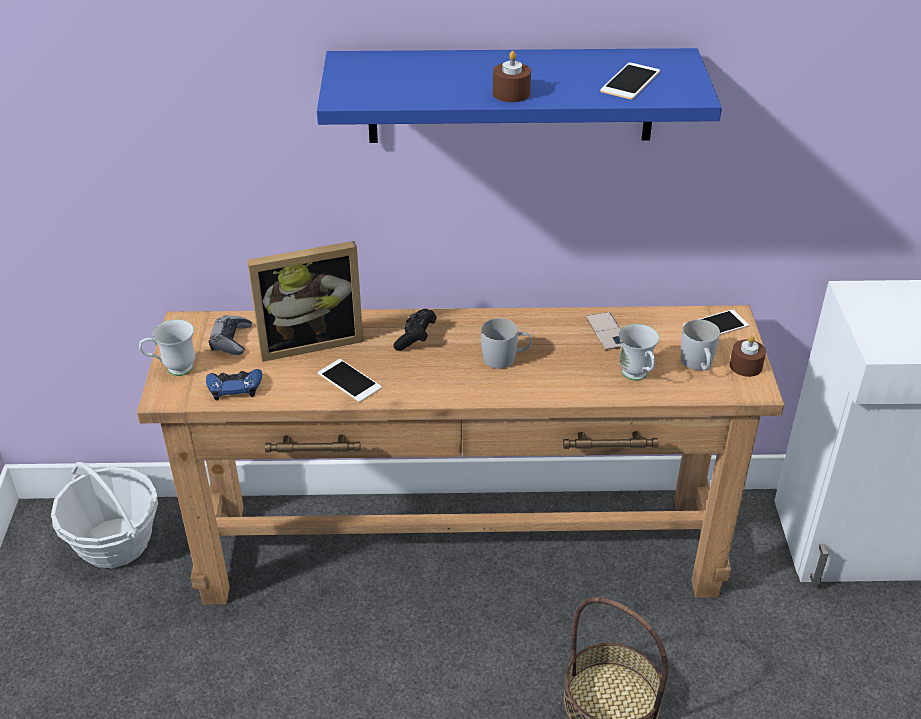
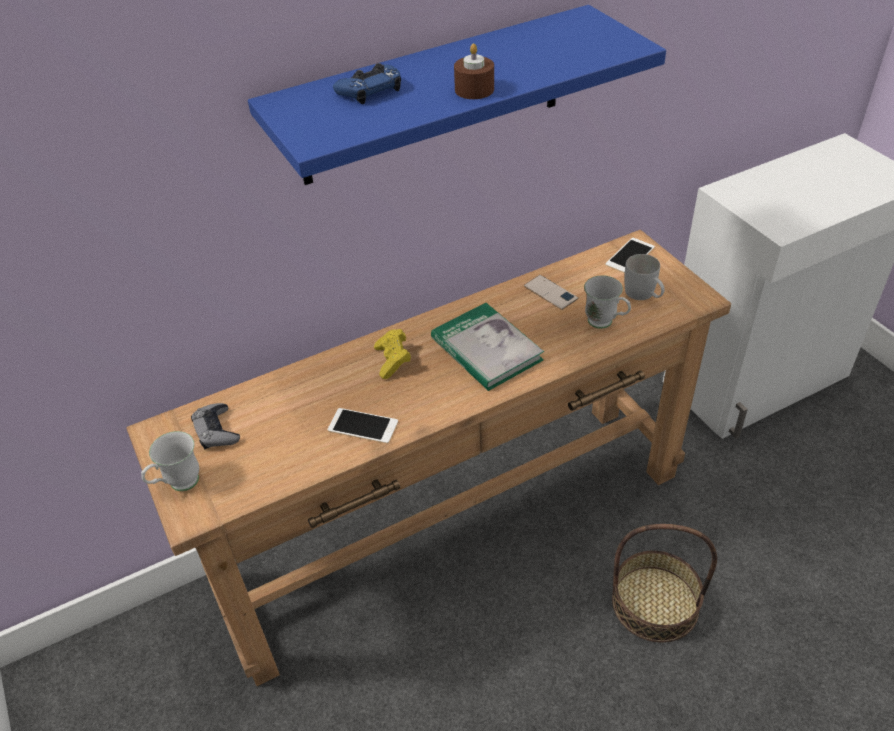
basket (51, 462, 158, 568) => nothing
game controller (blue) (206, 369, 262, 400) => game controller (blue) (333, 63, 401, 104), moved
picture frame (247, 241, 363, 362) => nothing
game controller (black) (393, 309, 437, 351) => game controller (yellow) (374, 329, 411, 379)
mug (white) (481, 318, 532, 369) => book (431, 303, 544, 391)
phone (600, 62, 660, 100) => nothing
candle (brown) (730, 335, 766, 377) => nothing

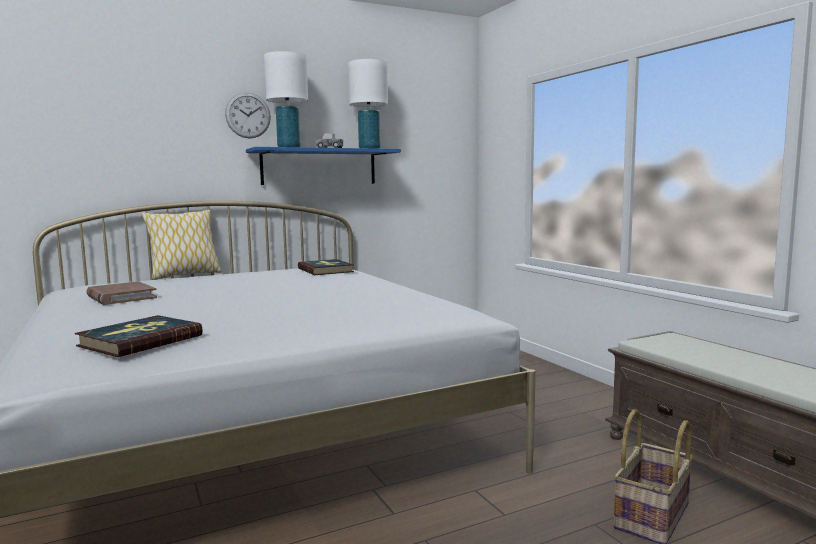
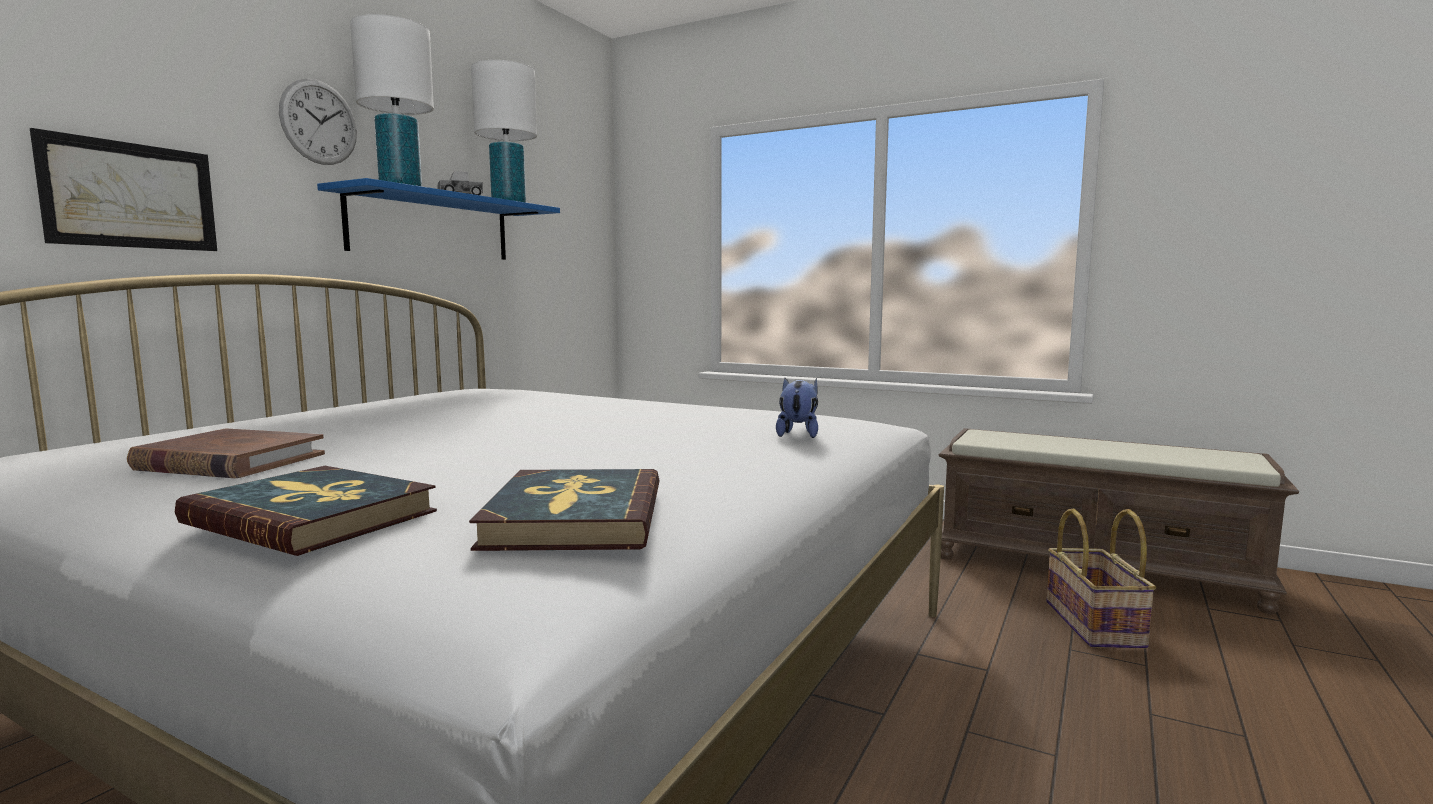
pillow (141, 210, 222, 280) => nothing
book (298, 259, 354, 275) => book (175, 466, 437, 556), moved
nothing => picture (30, 128, 217, 251)
nothing => plush toy (776, 378, 818, 438)

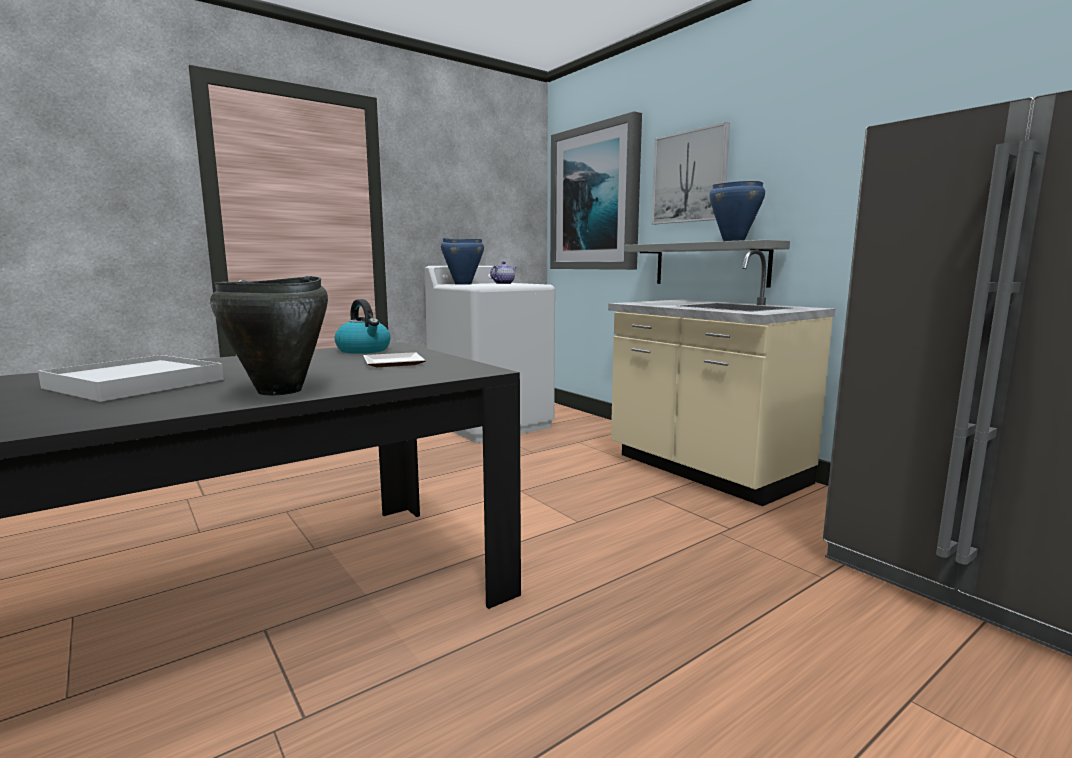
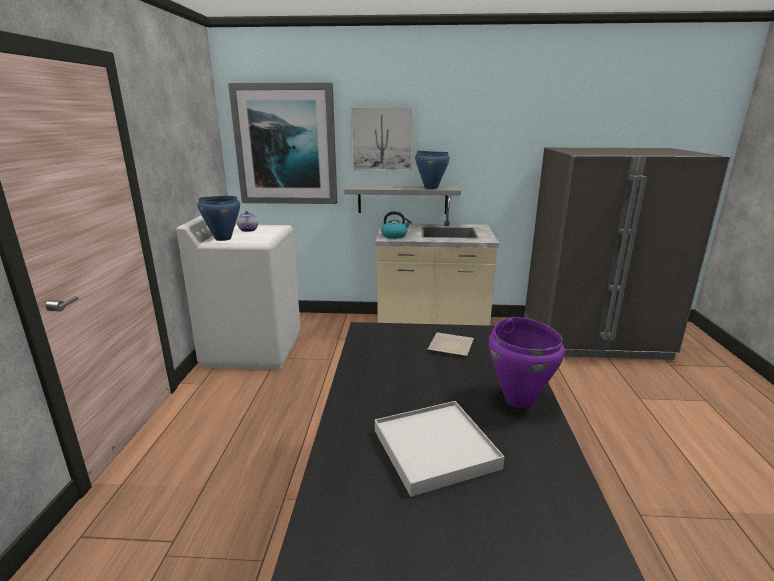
cooking pot (black) (210, 276, 328, 396) => cooking pot (purple) (489, 317, 565, 408)
kettle (335, 299, 390, 354) => kettle (381, 211, 412, 239), moved

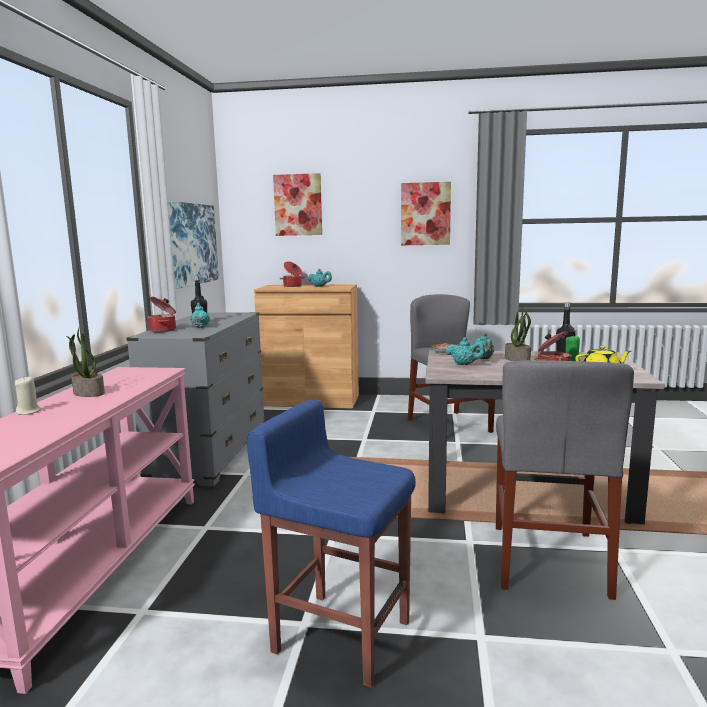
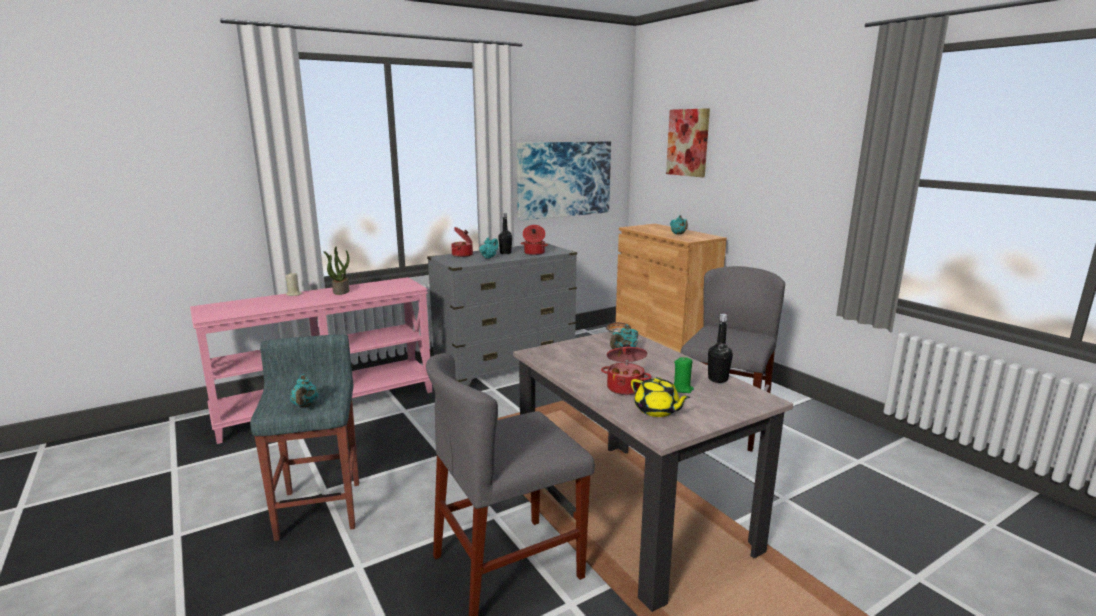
stool (blue) (247, 400, 416, 688) => stool (grey) (250, 334, 359, 541)
cooking pot (280, 261, 305, 287) => cooking pot (521, 225, 548, 255), moved
picture (401, 182, 451, 245) => nothing
teapot (turquoise) (446, 337, 485, 365) => teapot (turquoise) (290, 374, 318, 407), moved
potted plant (505, 306, 531, 361) => nothing

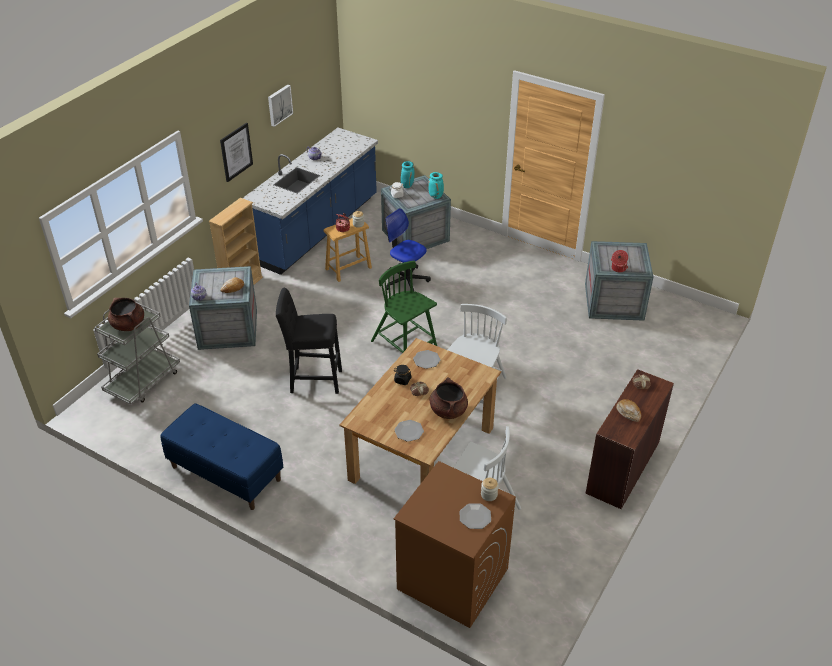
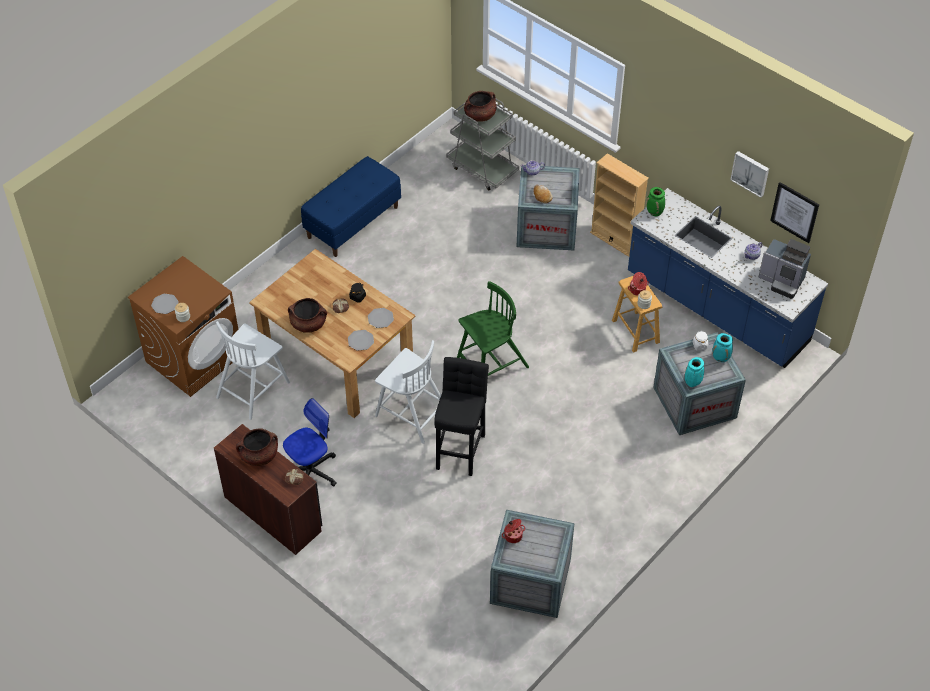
picture (220, 123, 253, 182) => picture (770, 182, 819, 243), moved
stool (black) (276, 288, 342, 394) => stool (black) (434, 357, 489, 476), moved
office chair (386, 208, 431, 291) => office chair (283, 398, 337, 486), moved
plate (394, 420, 424, 442) => plate (348, 330, 374, 351), moved
bread (616, 399, 641, 422) => cooking pot (brown) (236, 428, 278, 466)
nothing => vase (green) (647, 187, 665, 217)
nothing => coffee machine (759, 239, 811, 299)

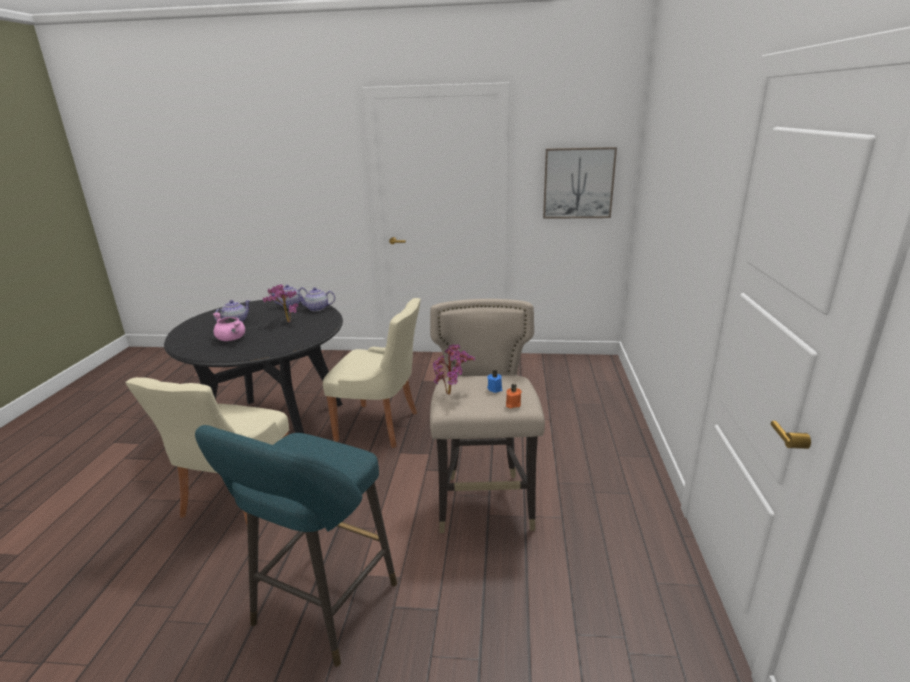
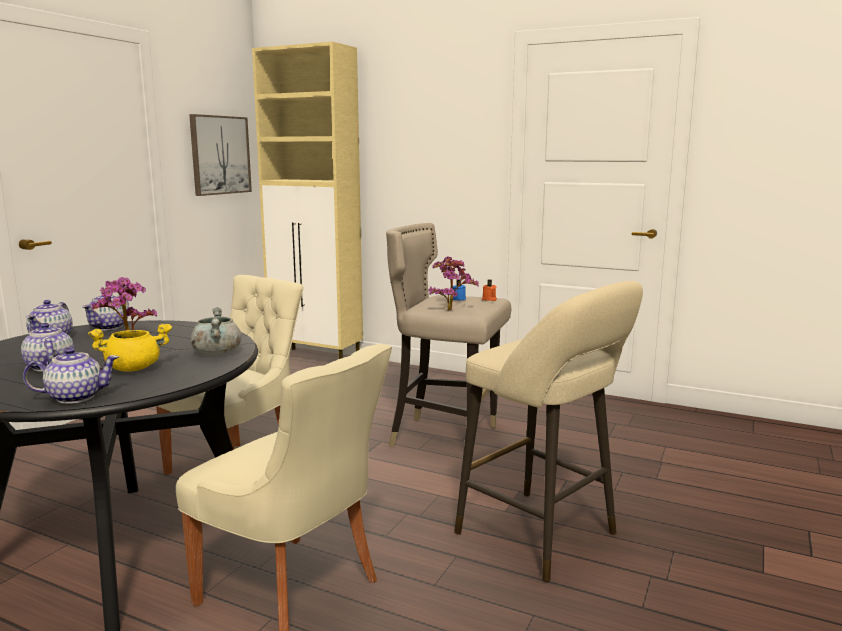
stool (turquoise) (195, 425, 397, 667) => stool (beige) (454, 281, 643, 582)
cooking pot (pink) (213, 312, 245, 341) => cooking pot (yellow) (88, 323, 172, 372)
nothing => teapot (23, 348, 119, 404)
nothing => cooking pot (grey) (191, 307, 242, 355)
nothing => cabinet (beige) (252, 42, 363, 359)

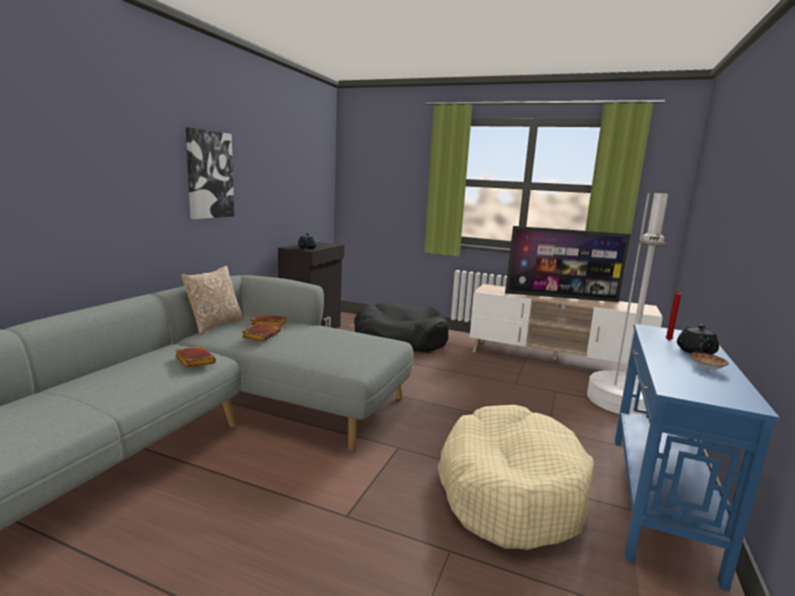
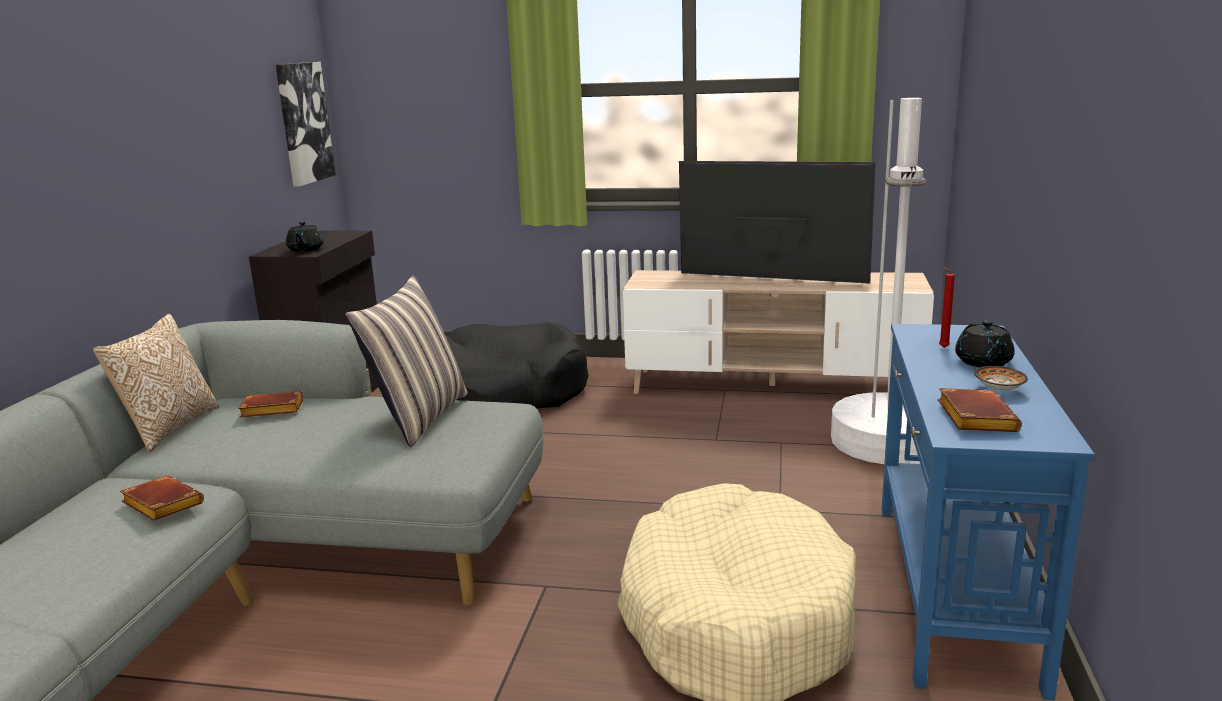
picture (186, 127, 234, 219) => picture (276, 62, 336, 187), moved
book (brown) (242, 323, 281, 341) => book (brown) (938, 388, 1022, 432), moved
television (505, 226, 631, 302) => television (679, 161, 876, 284), 150 degrees counterclockwise
nothing => pillow (345, 275, 468, 447)

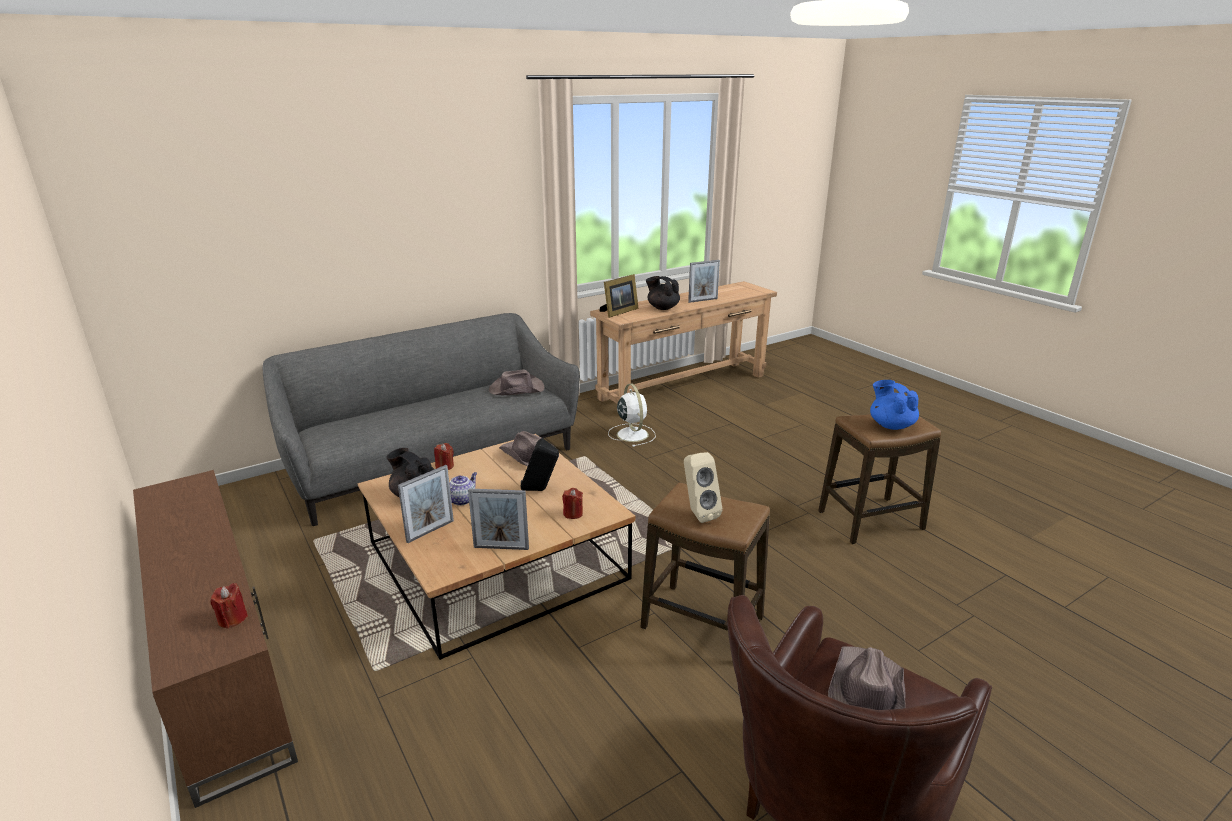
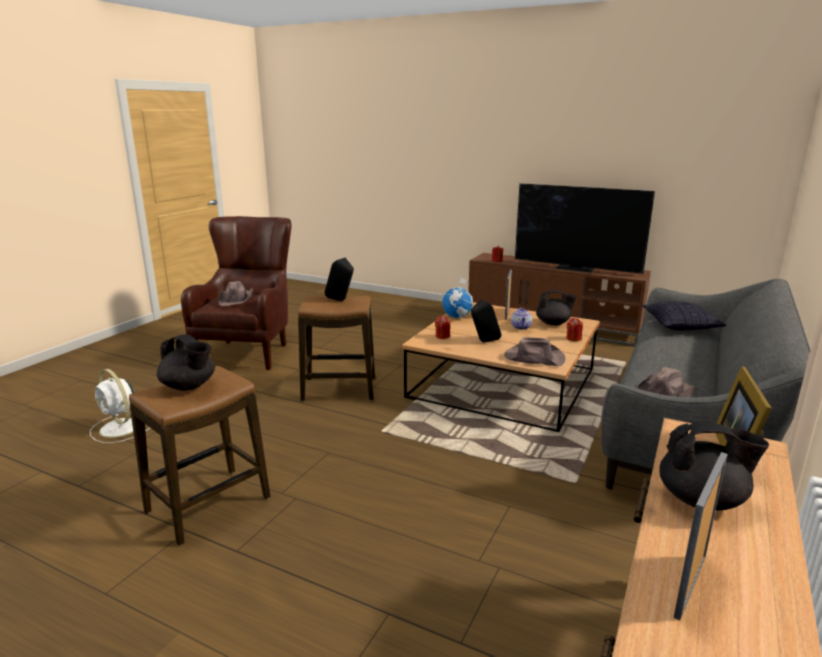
picture frame (468, 489, 529, 550) => globe (442, 277, 474, 319)
fan (white) (608, 384, 656, 447) => fan (white) (90, 369, 150, 443), moved
speaker (beige) (684, 452, 723, 523) => speaker (black) (325, 258, 354, 301)
teapot (blue) (870, 380, 919, 430) => teapot (black) (157, 334, 215, 391)
nothing => television (515, 183, 655, 274)
nothing => pillow (642, 301, 727, 330)

